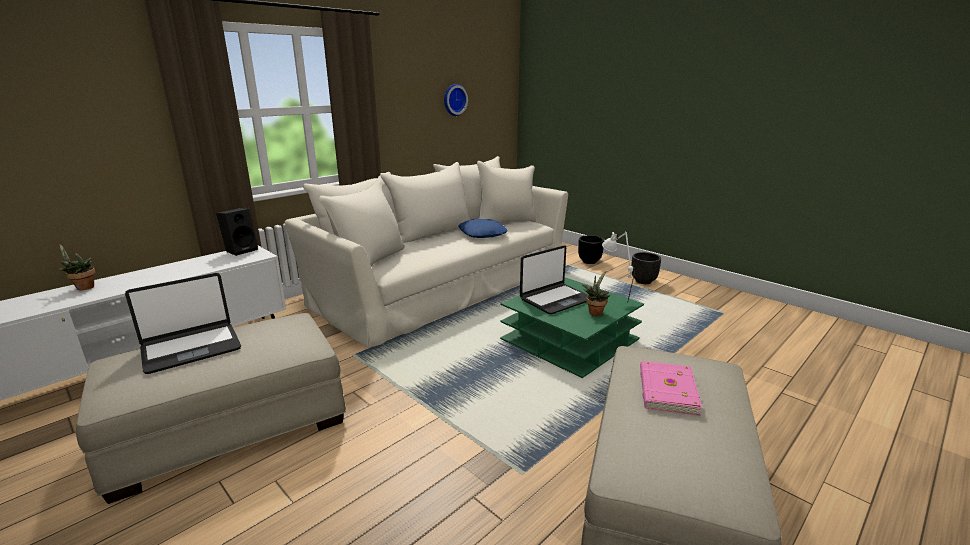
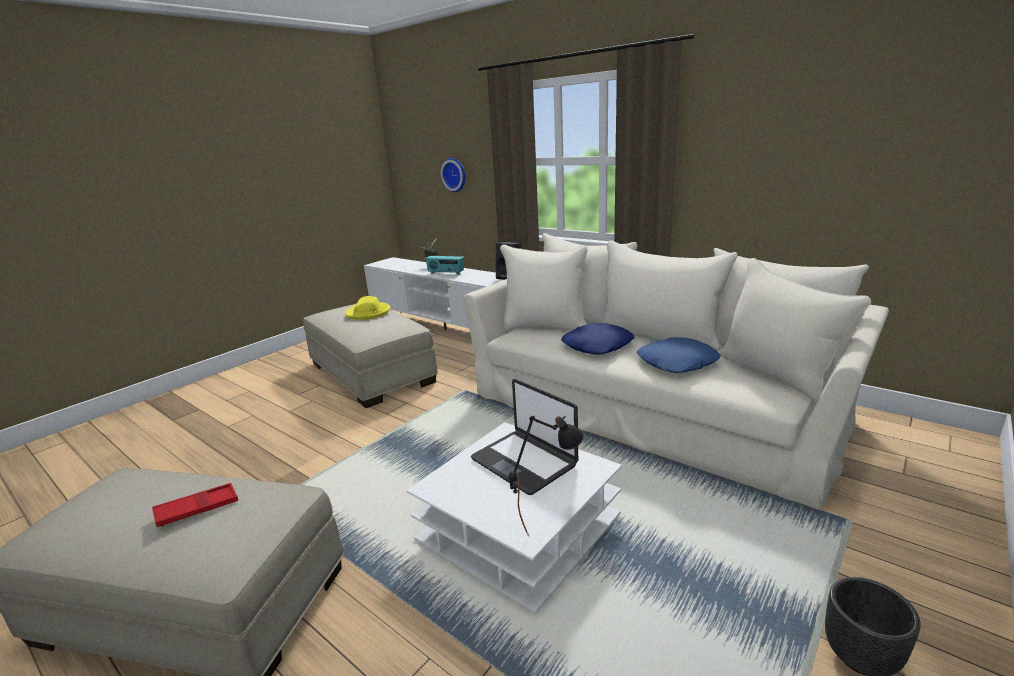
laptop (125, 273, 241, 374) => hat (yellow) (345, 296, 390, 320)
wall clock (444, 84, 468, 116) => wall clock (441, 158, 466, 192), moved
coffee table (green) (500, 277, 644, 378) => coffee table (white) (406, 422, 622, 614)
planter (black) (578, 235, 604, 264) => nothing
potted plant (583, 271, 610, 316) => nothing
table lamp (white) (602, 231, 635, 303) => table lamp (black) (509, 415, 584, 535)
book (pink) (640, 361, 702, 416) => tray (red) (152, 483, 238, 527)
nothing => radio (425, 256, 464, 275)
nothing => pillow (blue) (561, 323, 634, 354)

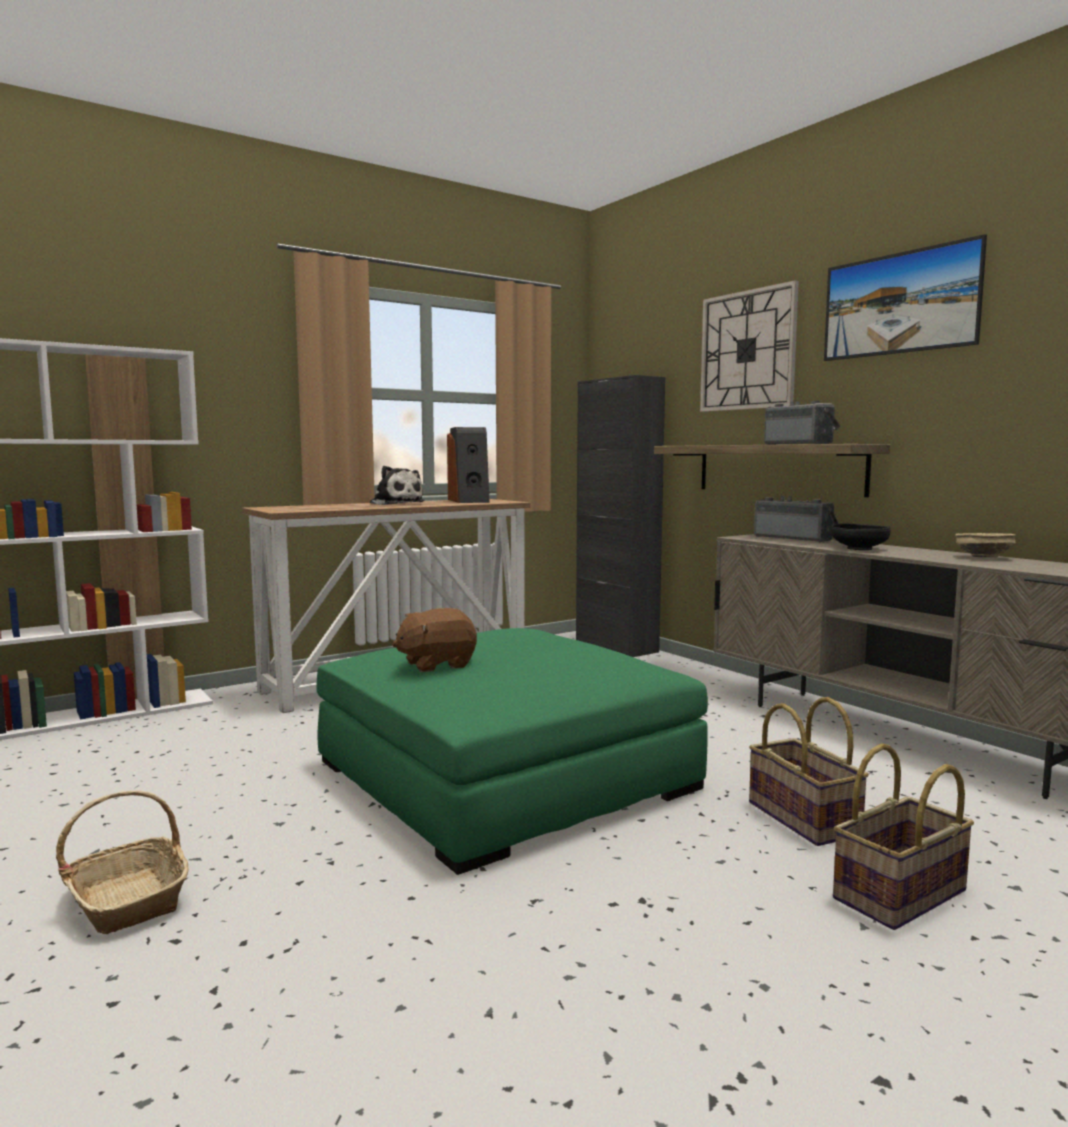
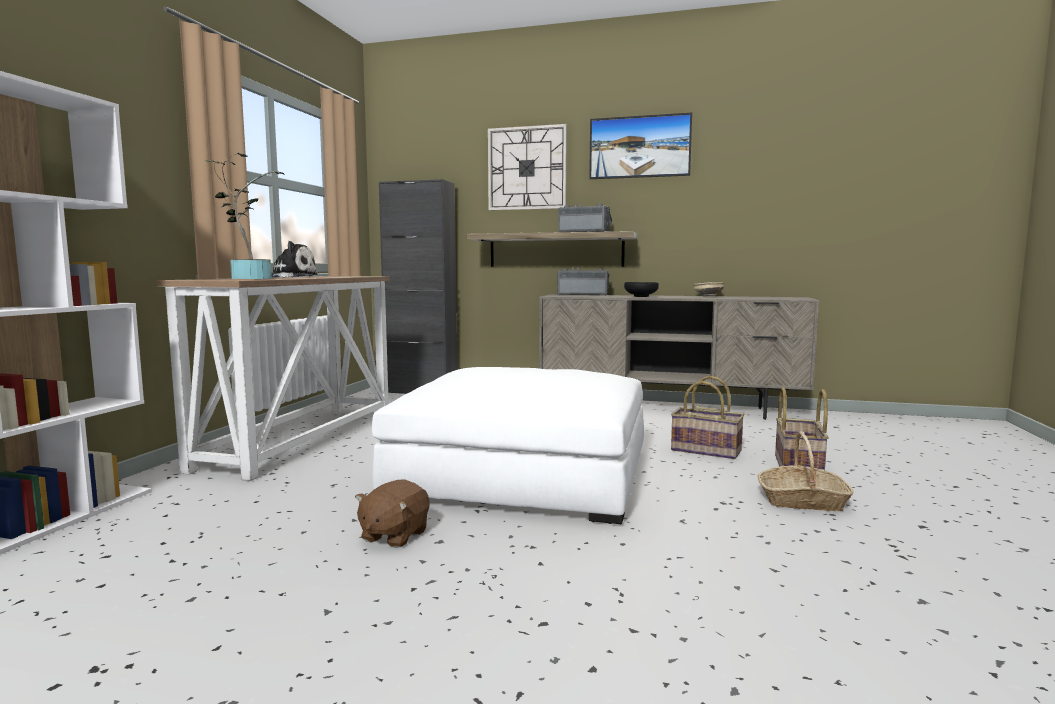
basket (56, 790, 189, 934) => basket (757, 431, 854, 511), moved
ottoman (green) (317, 628, 708, 875) => ottoman (white) (372, 367, 644, 524)
plush toy (brown) (392, 608, 477, 672) => plush toy (brown) (355, 479, 430, 548), moved
speaker (447, 427, 490, 503) => nothing
nothing => potted plant (205, 153, 285, 279)

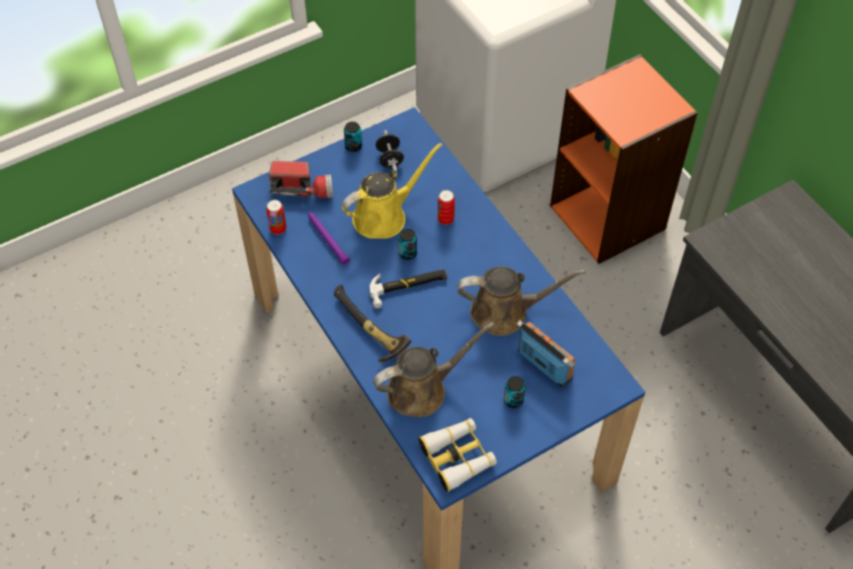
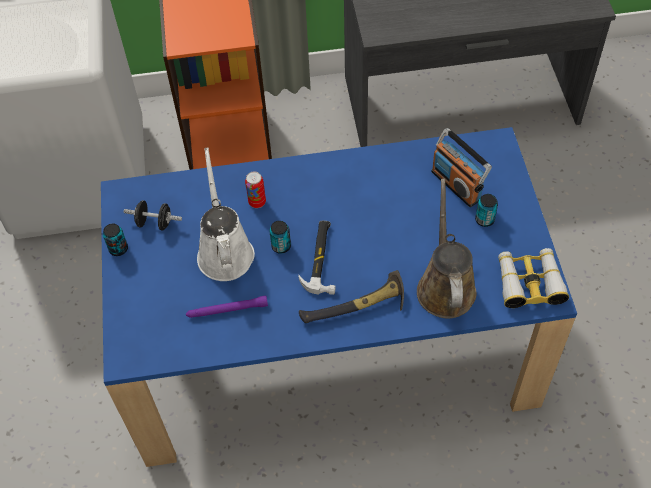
can (266, 200, 286, 234) => nothing
flashlight (269, 161, 333, 198) => nothing
watering can (yellow) (341, 143, 443, 239) => watering can (white) (197, 147, 255, 281)
watering can (brown) (458, 266, 585, 336) => nothing
radio (517, 320, 575, 387) => radio (431, 128, 492, 207), 105 degrees counterclockwise

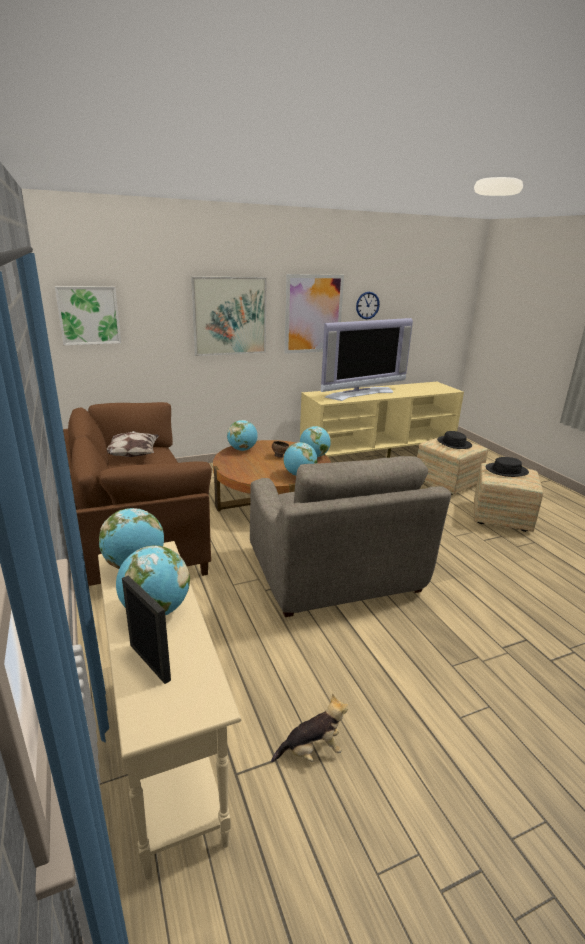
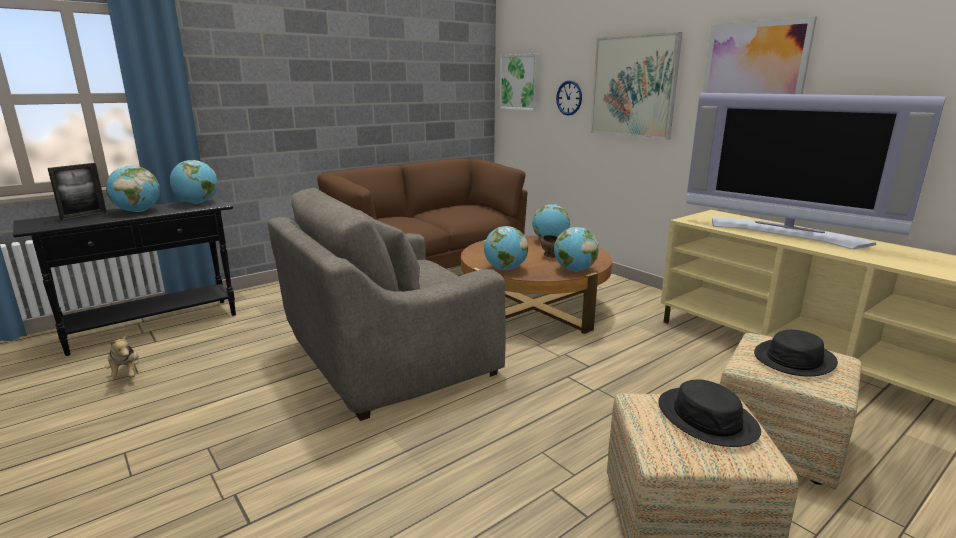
console table (beige) (98, 541, 241, 880) => console table (black) (13, 197, 236, 356)
pillow (107, 431, 159, 457) => nothing
wall clock (356, 292, 380, 319) => wall clock (556, 80, 582, 116), moved

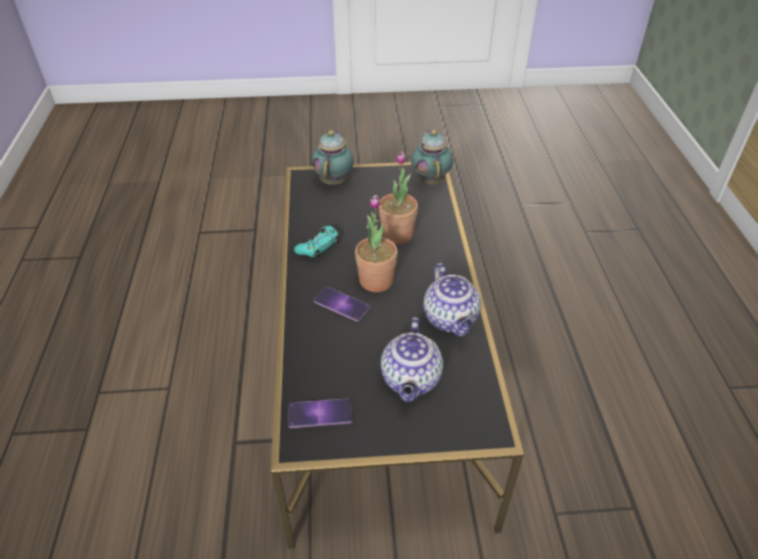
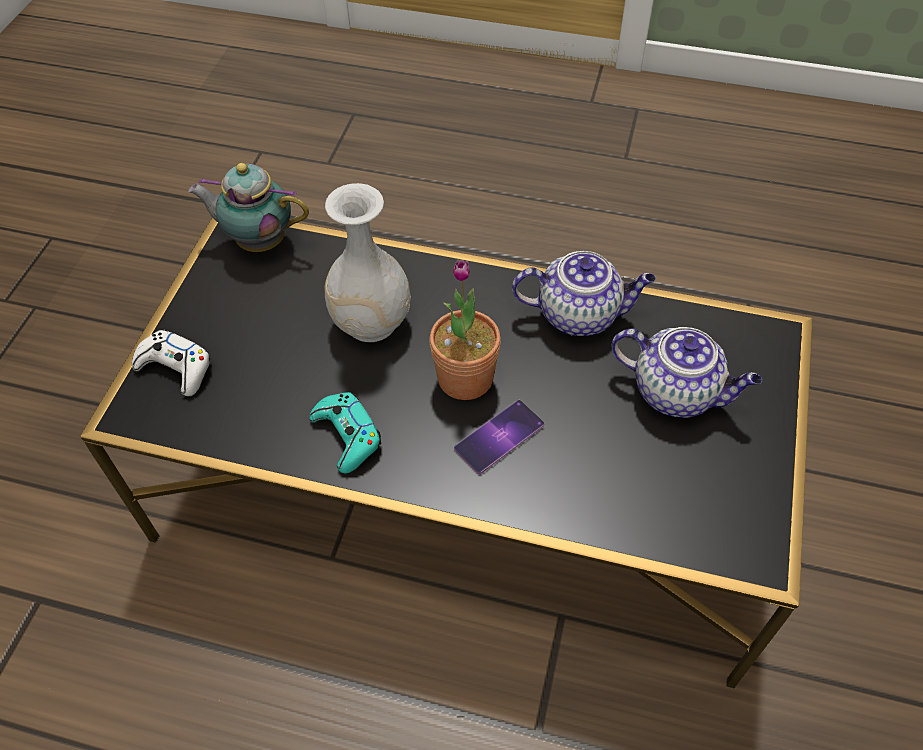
phone (289, 398, 352, 428) => nothing
teapot (312, 130, 354, 185) => game controller (white) (132, 330, 210, 396)
potted plant (379, 152, 418, 244) => vase (white) (324, 183, 411, 342)

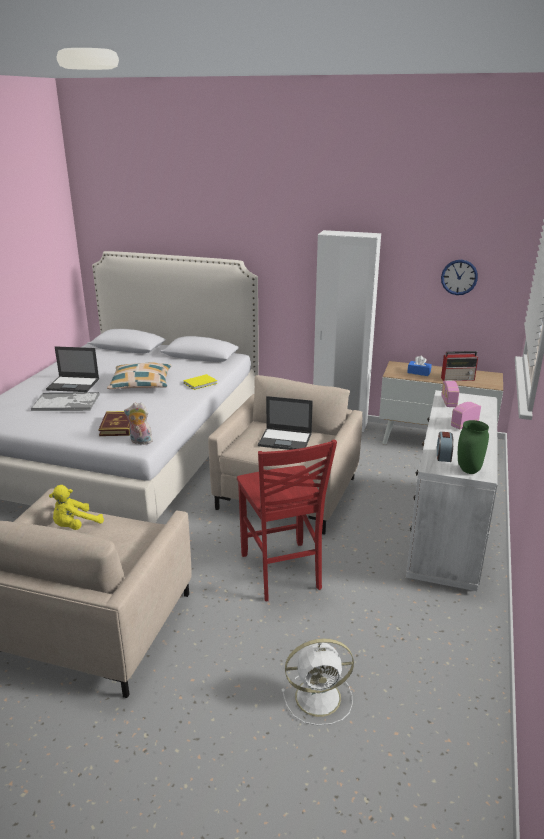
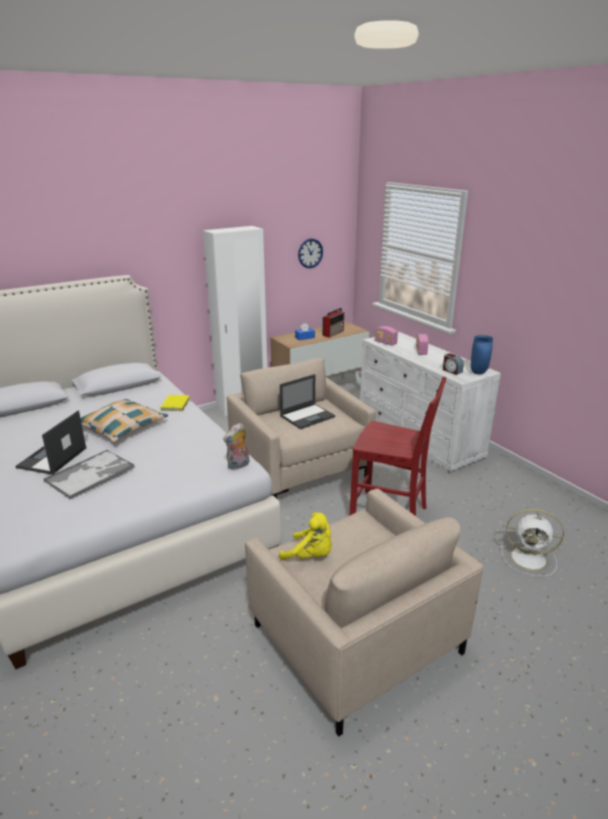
laptop (46, 346, 99, 392) => laptop (15, 410, 87, 475), 150 degrees clockwise
plush toy (yellow) (49, 485, 104, 530) => plush toy (yellow) (279, 512, 332, 560), 60 degrees counterclockwise
book (98, 411, 130, 436) => nothing
fan (white) (282, 639, 354, 725) => fan (white) (501, 509, 564, 577), 75 degrees clockwise
vase (green) (458, 420, 489, 474) => vase (blue) (470, 335, 493, 374)

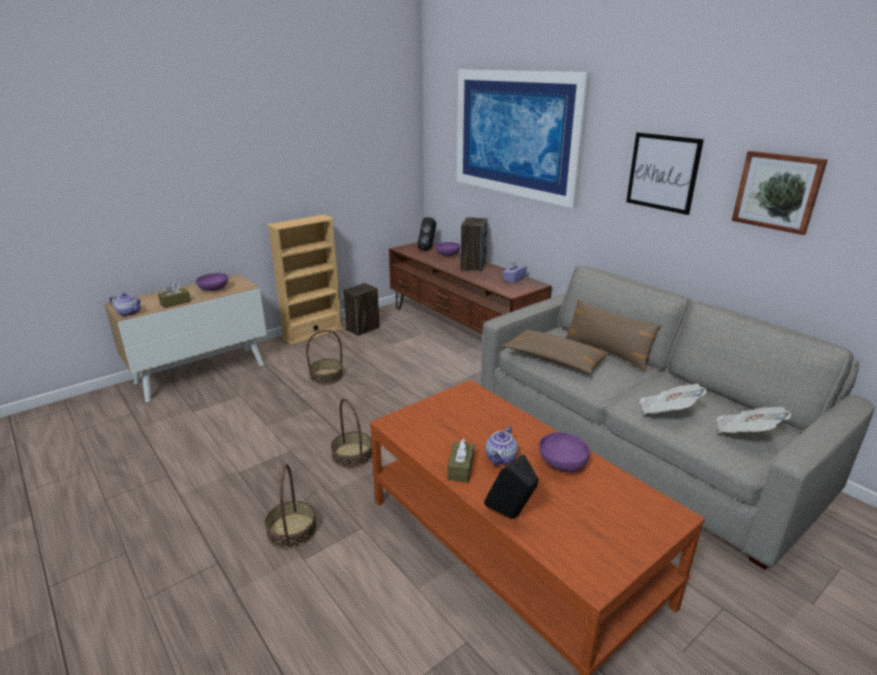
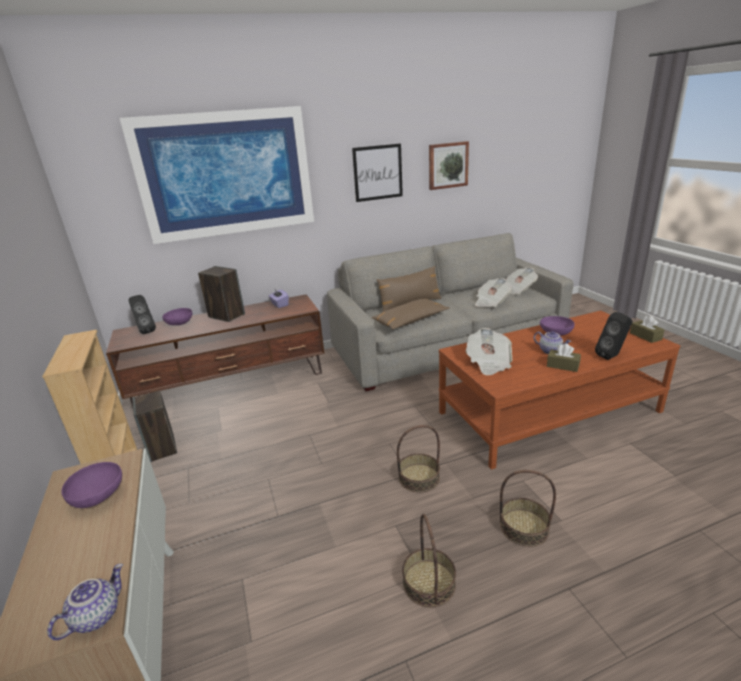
tissue box (brown) (158, 283, 191, 308) => tissue box (brown) (630, 315, 665, 343), moved
basket (306, 330, 343, 385) => basket (402, 514, 456, 607), moved
nothing => newspaper (466, 328, 512, 376)

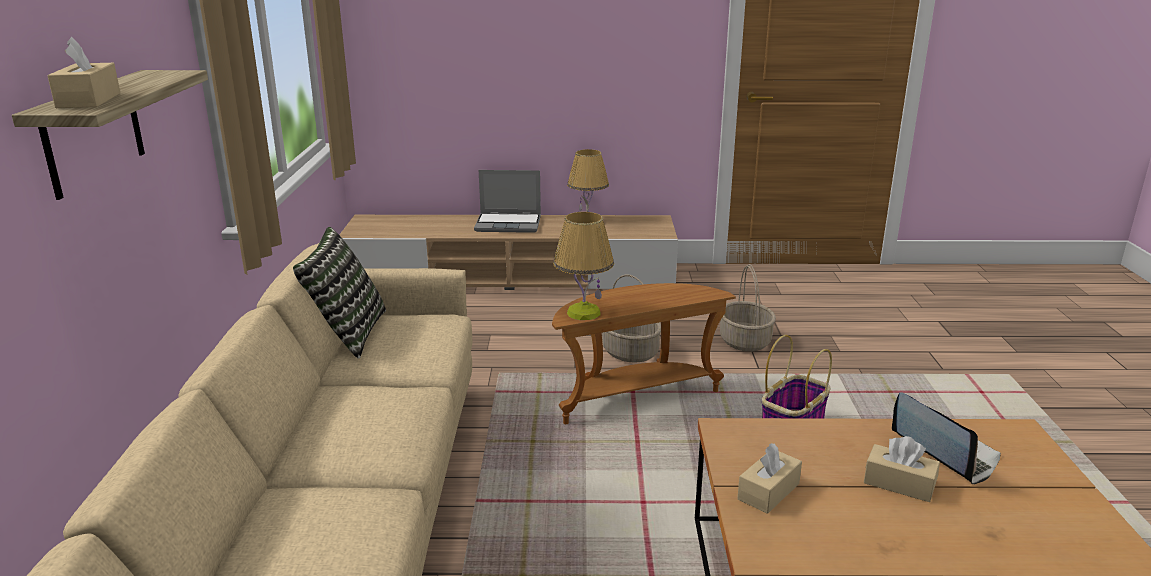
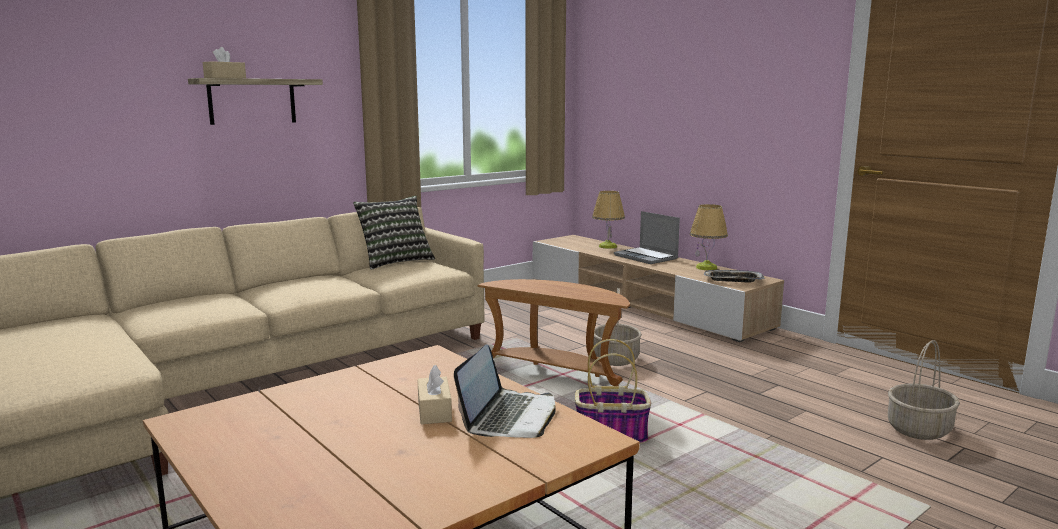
table lamp (553, 211, 614, 320) => table lamp (592, 191, 625, 249), moved
basket (720, 264, 776, 352) => basket (888, 340, 960, 440), moved
tissue box (beige) (737, 443, 802, 514) => nothing
nothing => tray (703, 270, 765, 283)

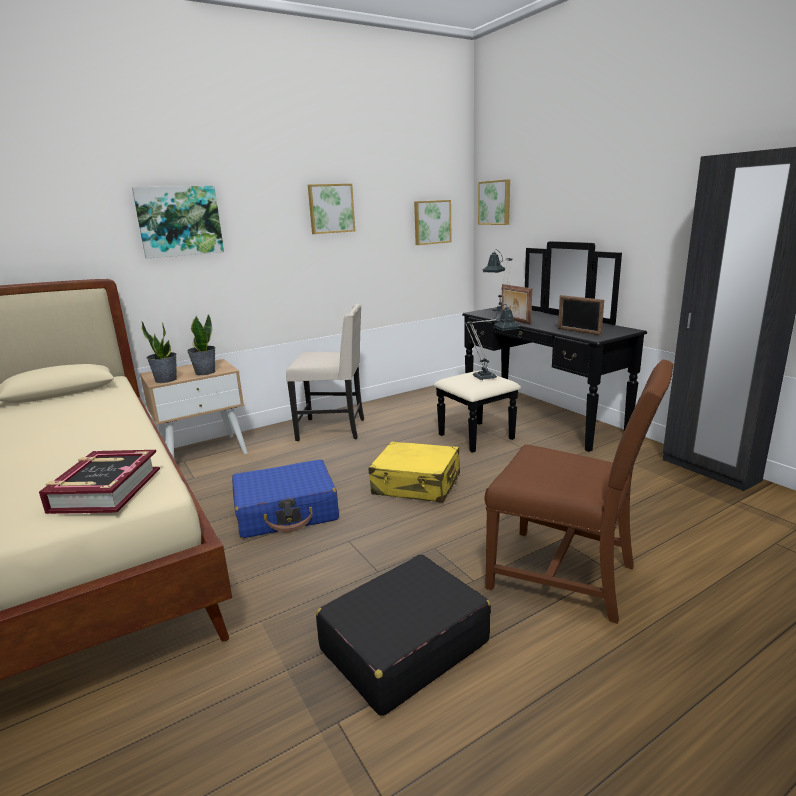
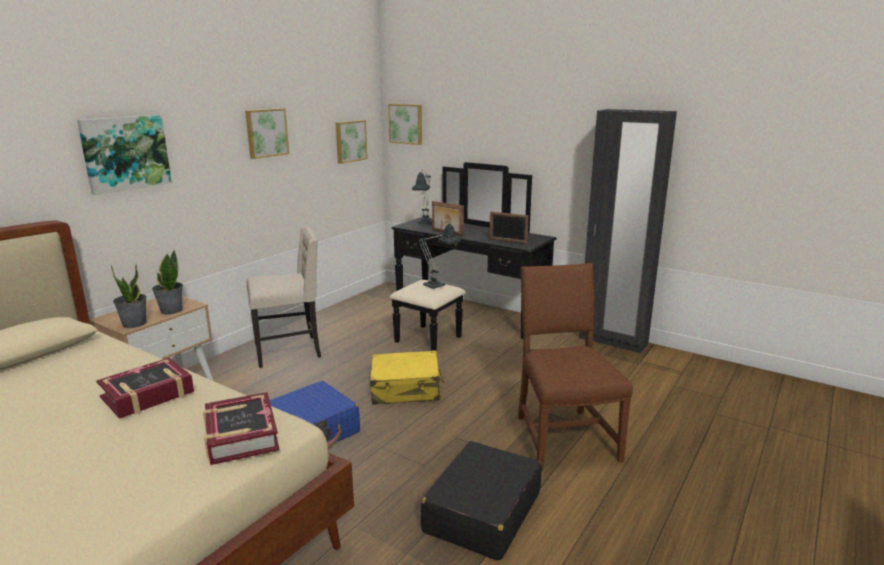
chair (brown) (485, 360, 674, 624) => chair (brown) (518, 263, 633, 471), 105 degrees counterclockwise
nothing => book (96, 358, 194, 419)

